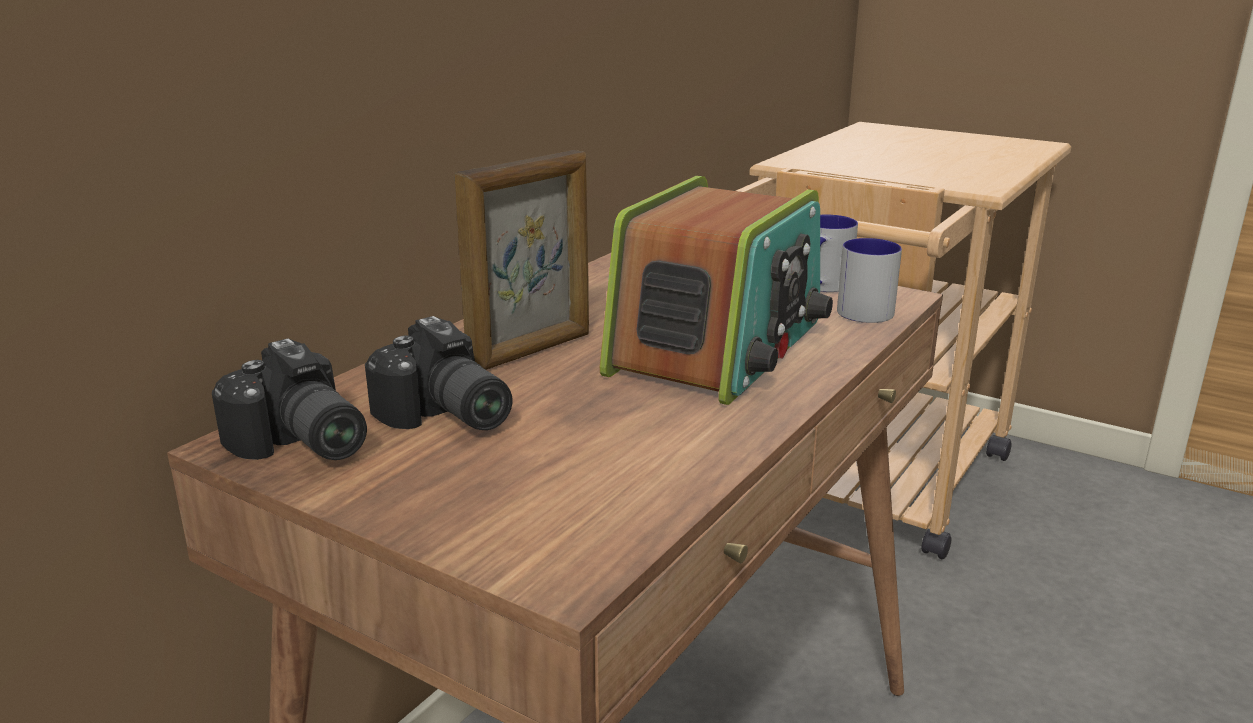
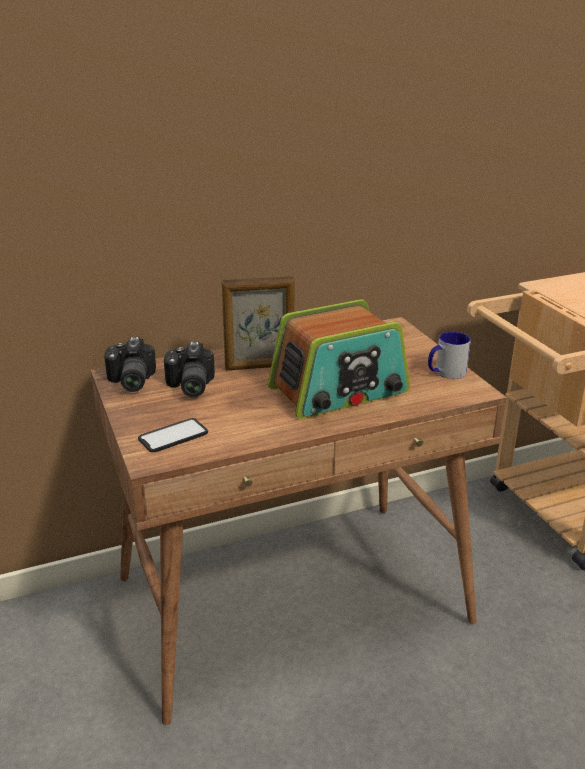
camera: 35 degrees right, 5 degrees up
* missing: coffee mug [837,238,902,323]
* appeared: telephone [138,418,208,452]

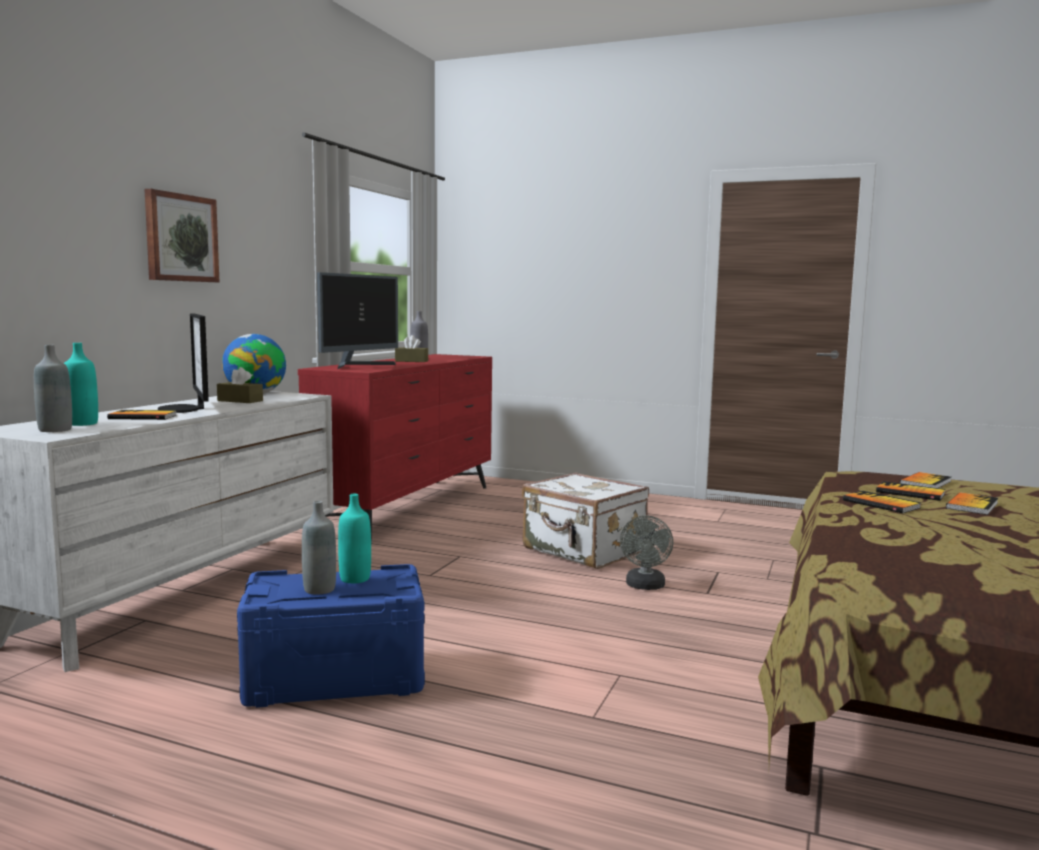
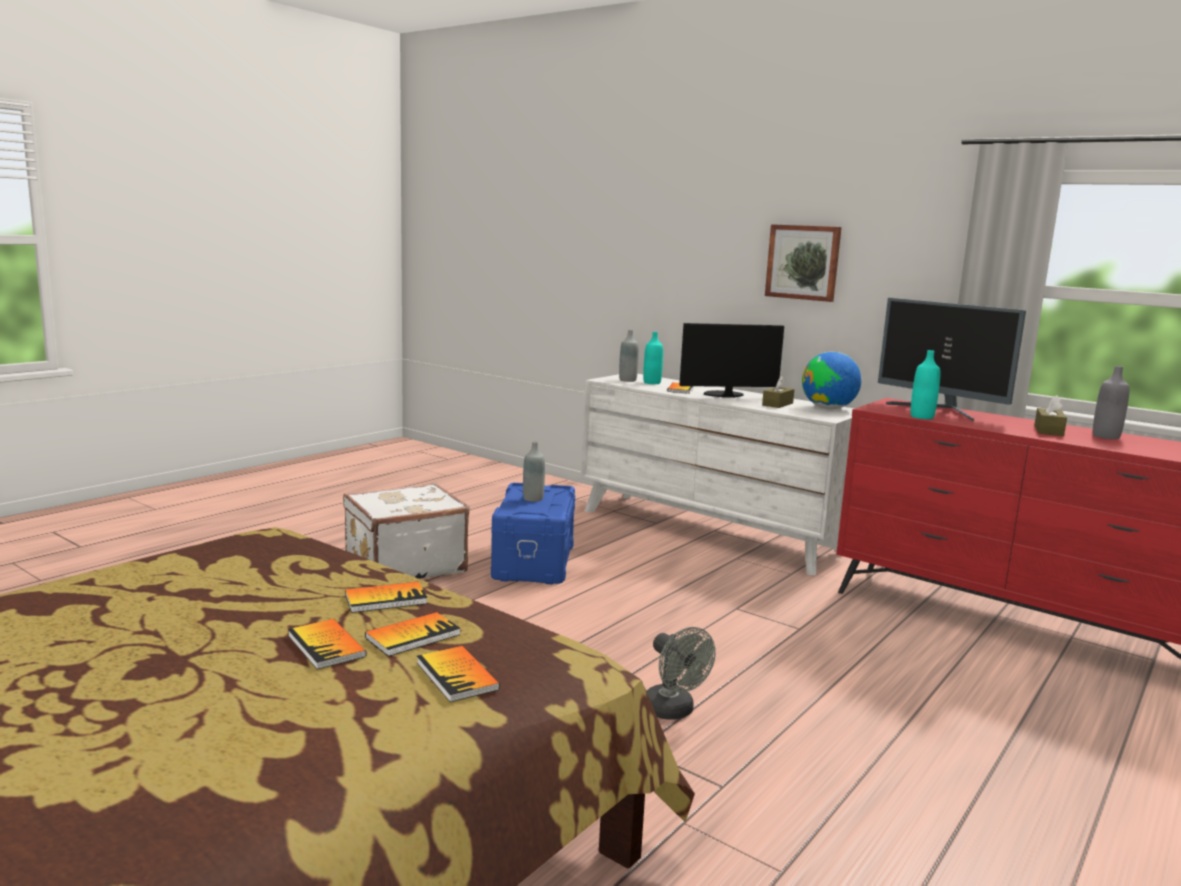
camera: 105 degrees right, 5 degrees up
* relocated: turquoise drink bottle [338,494,371,583] to [911,350,940,419]
* relocated: whitish travel case [522,472,649,569] to [343,483,470,579]
* spun: greyish cooling fan [620,516,673,590] = [646,627,716,720] 150 degrees counterclockwise

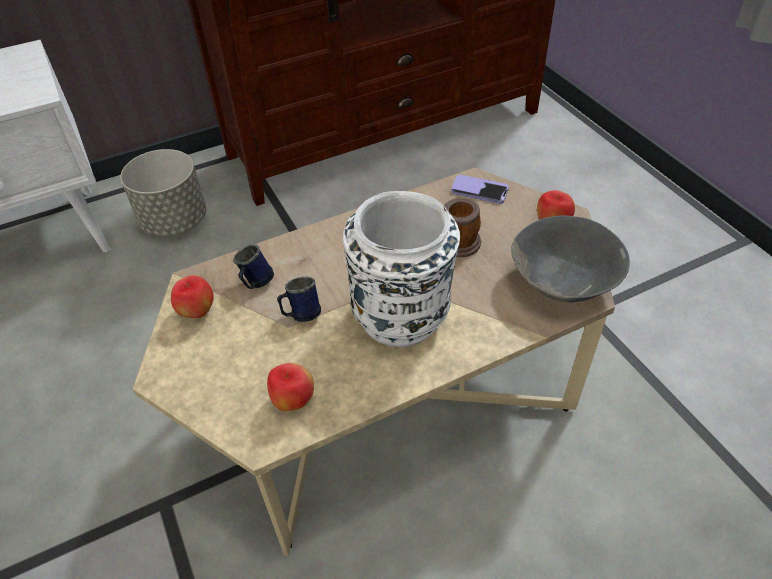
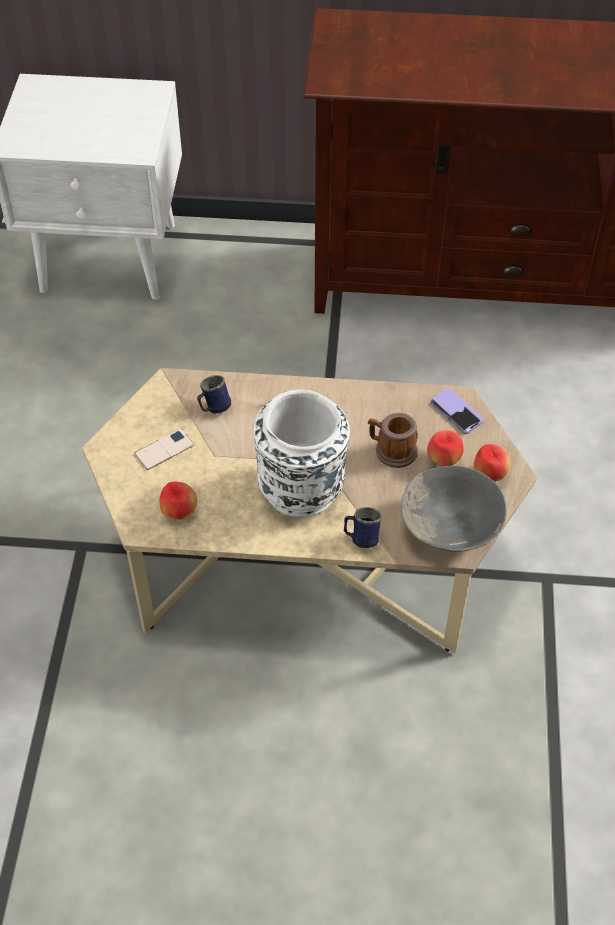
camera: 30 degrees right, 5 degrees up
* missing: greyish planter [120,149,206,237]
* appeared: telephone [134,429,194,470]
* relocated: apple fruit [171,275,214,318] to [427,430,464,466]
* relocated: blue-coloured coffee mug [277,276,321,322] to [344,507,382,548]

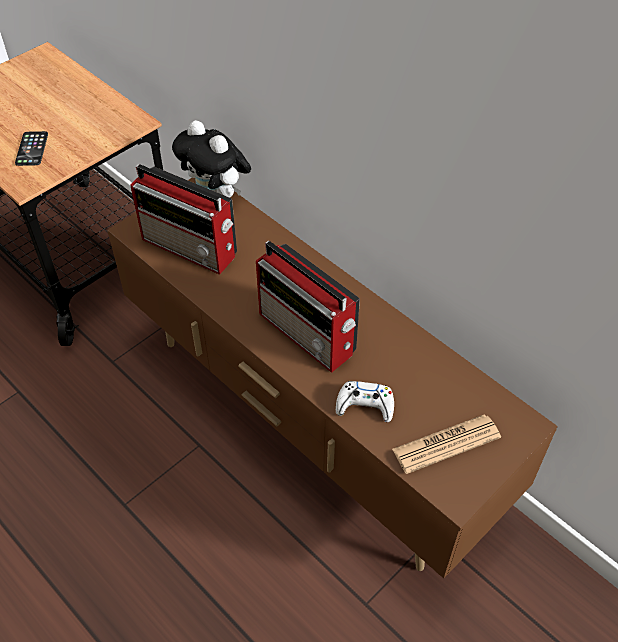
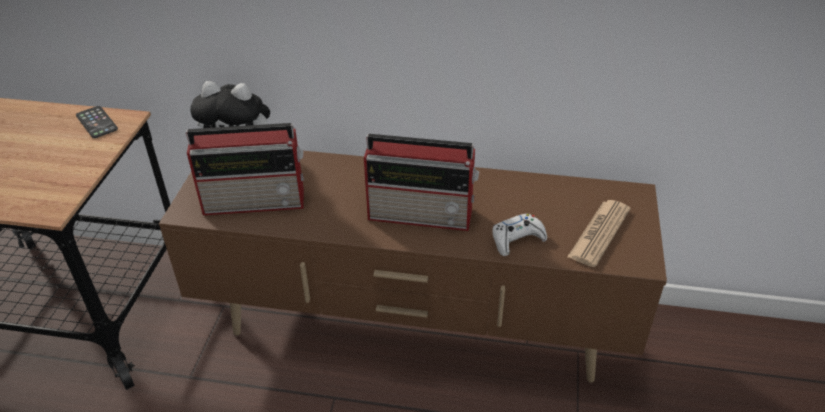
camera: 35 degrees left, 10 degrees down
* relocated: telephone [15,131,48,166] to [76,106,118,138]

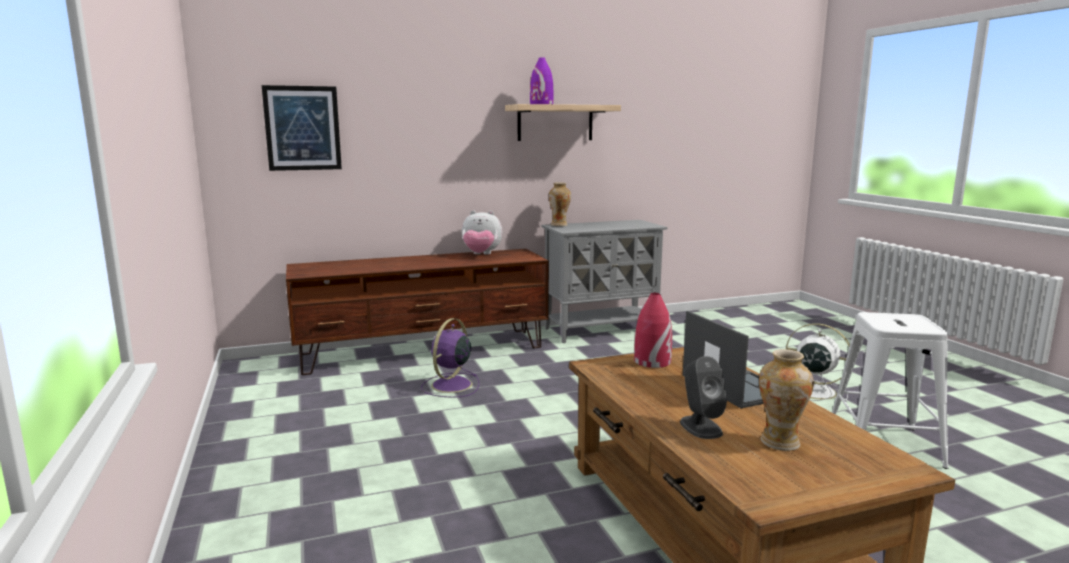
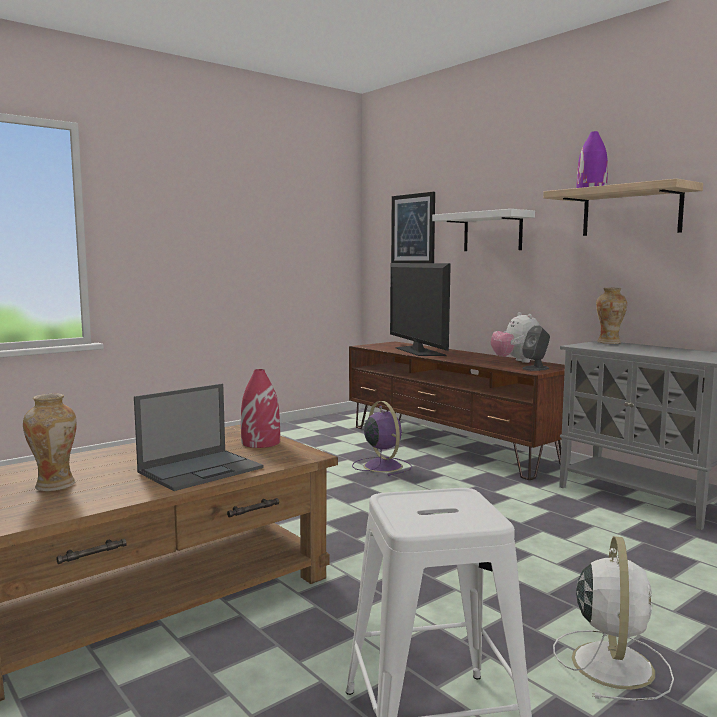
camera: 70 degrees right, 5 degrees down
* appeared: TV set [390,263,451,356]
* appeared: whitish bracket shelf [432,209,535,251]
* relocated: greyish speaker [680,356,727,439] to [522,325,550,371]
* spun: purple cooling fan [421,318,479,398] = [352,401,412,476] 60 degrees clockwise

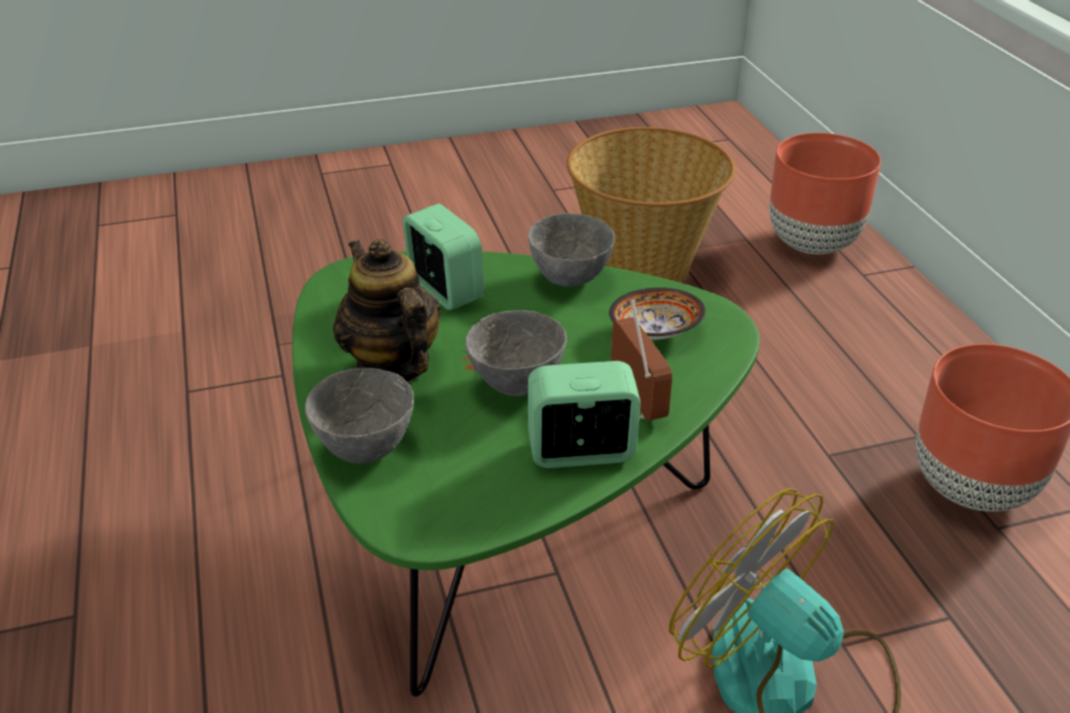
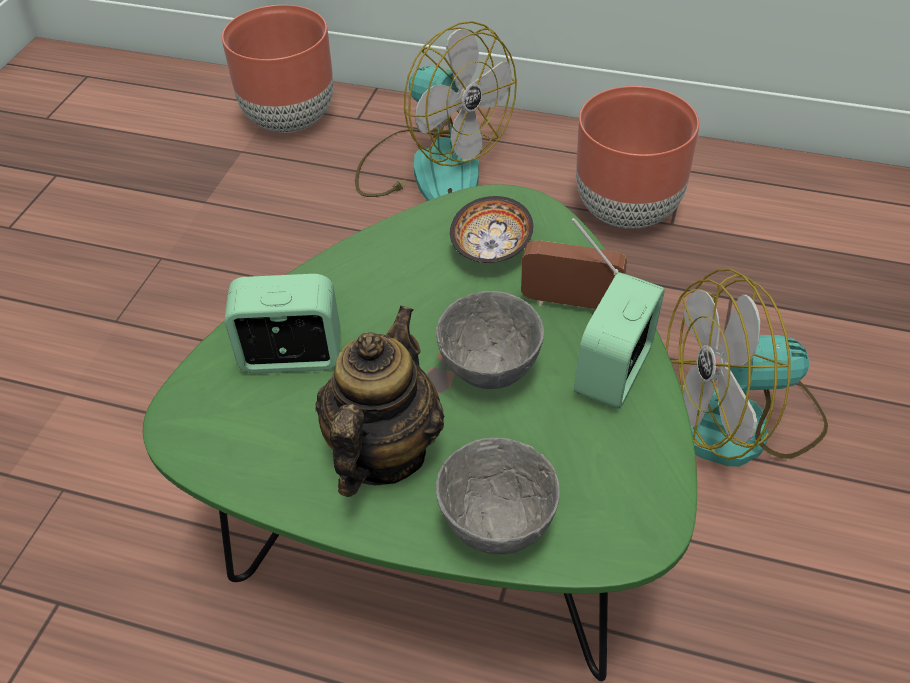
camera: 55 degrees left, 10 degrees up
* missing: greyish bowl [528,213,615,286]
* missing: storage basket [567,127,735,283]
* appeared: cooling fan [355,21,517,201]
* spun: tea pot [333,239,441,383] = [316,306,444,497] 105 degrees clockwise

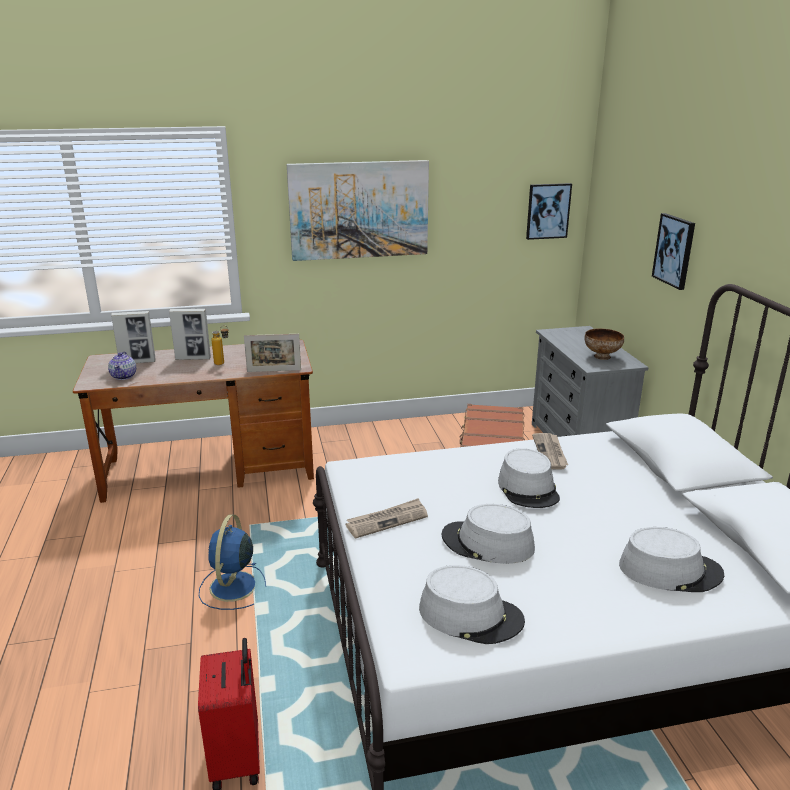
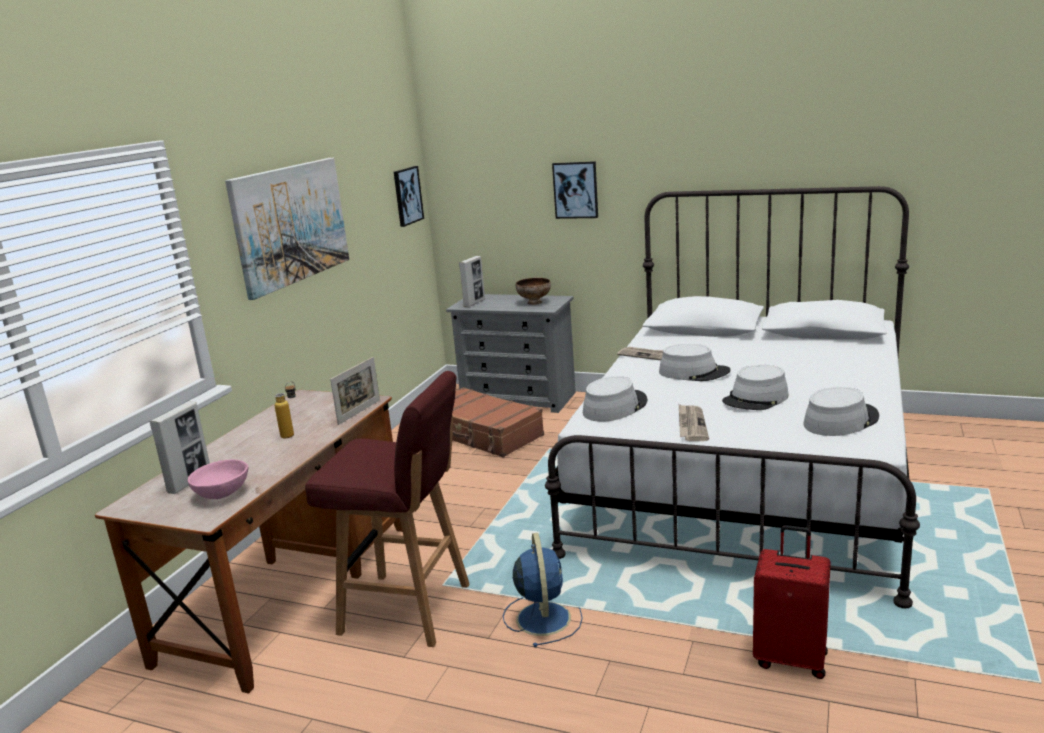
camera: 55 degrees left, 5 degrees down
* appeared: reddish sitting stool [305,371,469,647]
* relocated: standing frame [169,309,211,360] to [459,256,485,307]
* relocated: greyish wearable hat [619,527,724,592] to [583,376,647,422]
* exchanged: tea pot [108,352,136,380] to pink-coloured bowl [188,459,248,499]
* spun: blue-coloured cooling fan [199,514,266,610] = [503,533,583,647] 135 degrees counterclockwise

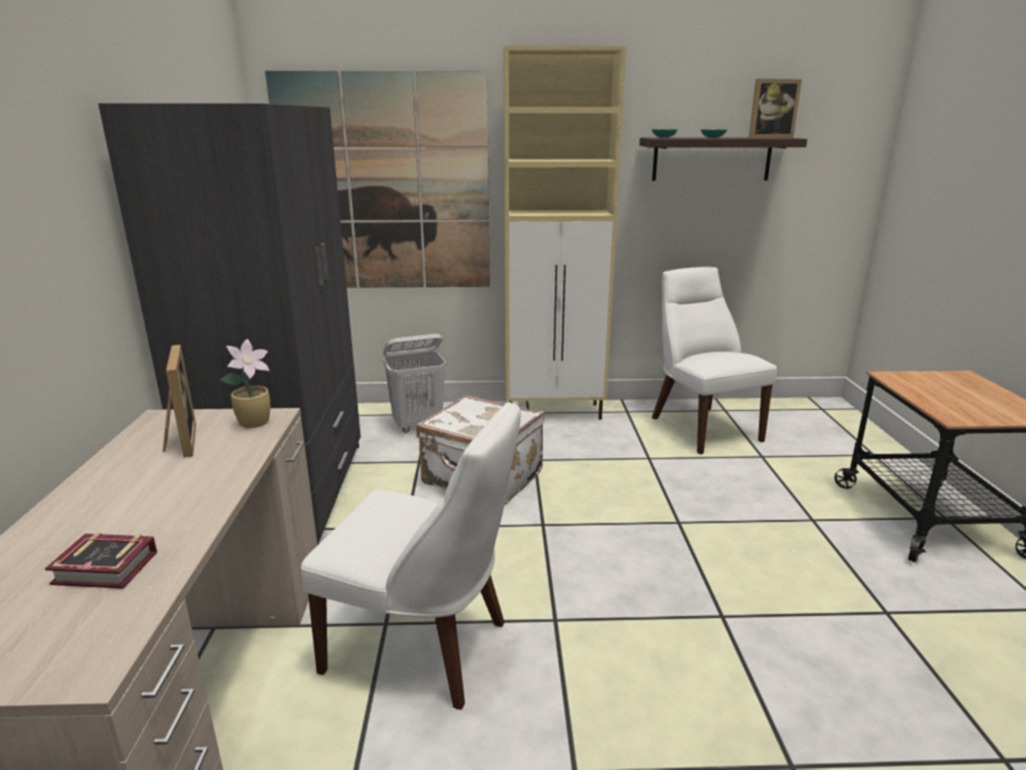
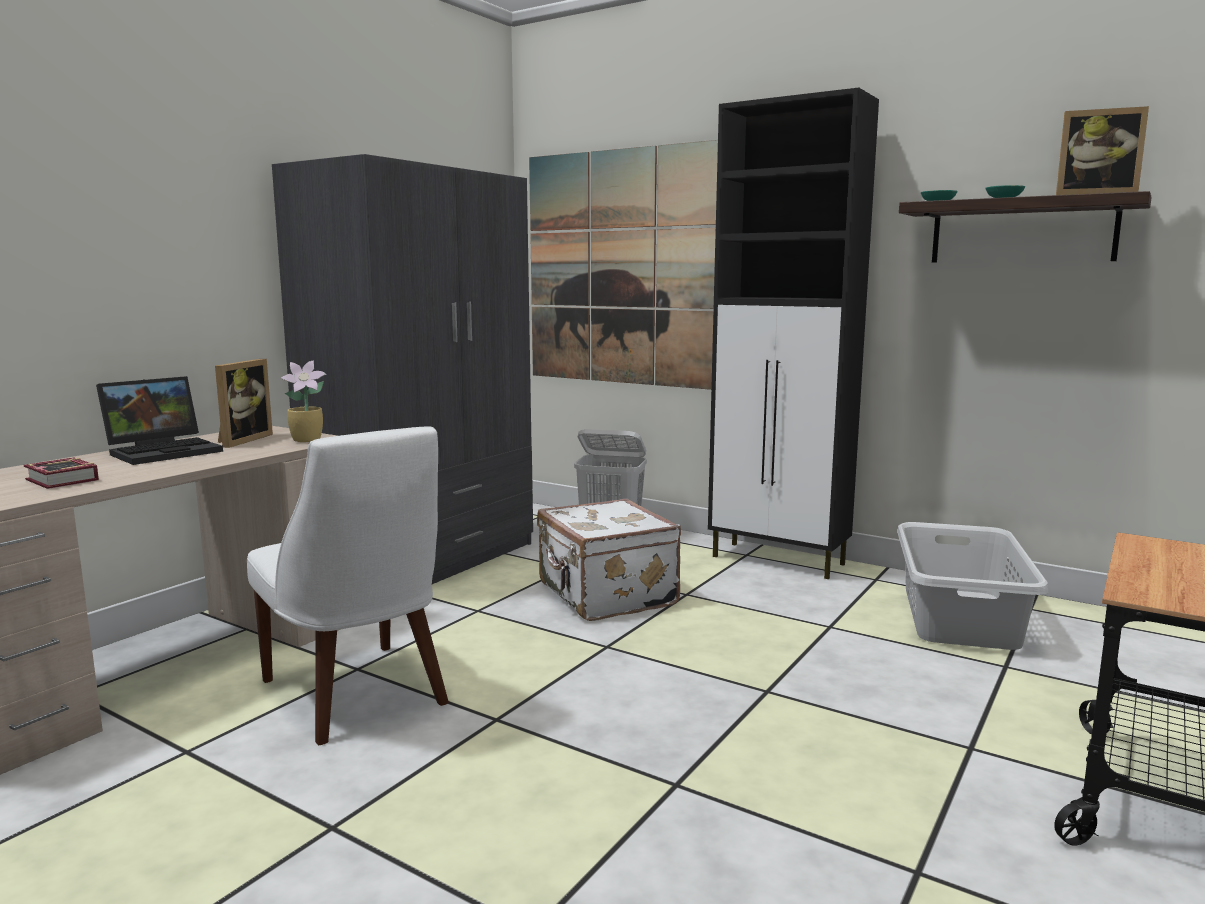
camera: 35 degrees right, 10 degrees down
* appeared: notebook computer [96,376,223,465]
* exchanged: whitish upright chair [652,267,777,454] to greyish hamper [897,522,1048,650]
* colour: sand-coloured storage cabinet [504,46,627,420] to blackish storage cabinet [708,88,879,579]

